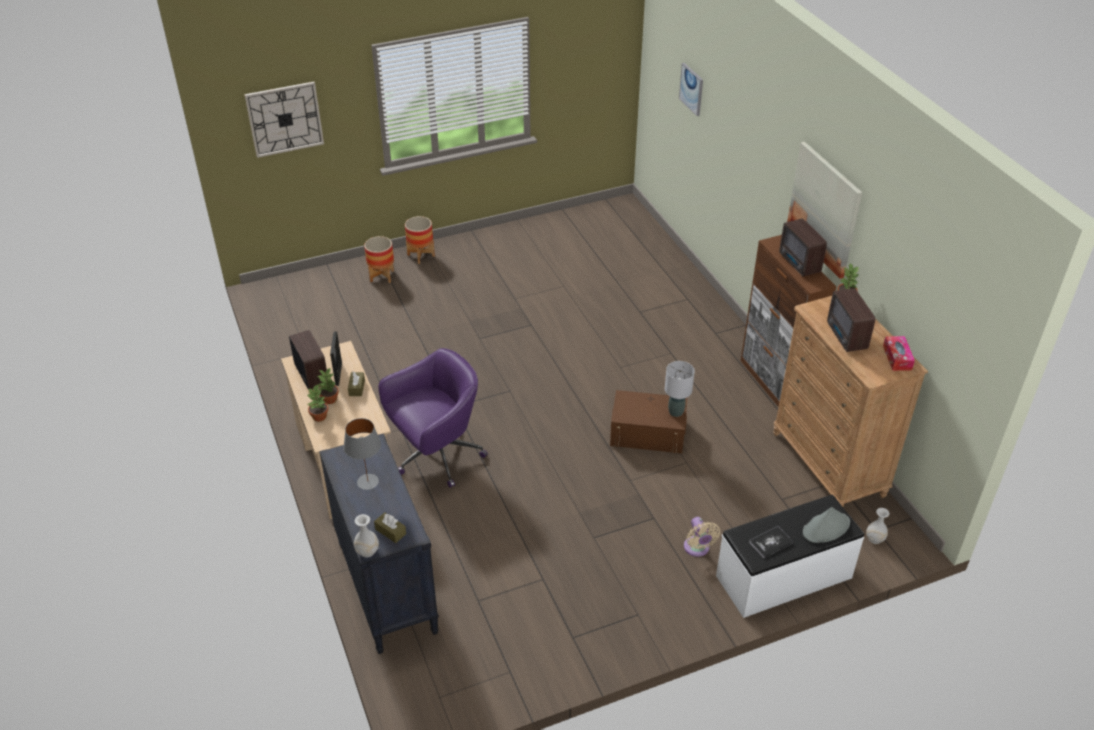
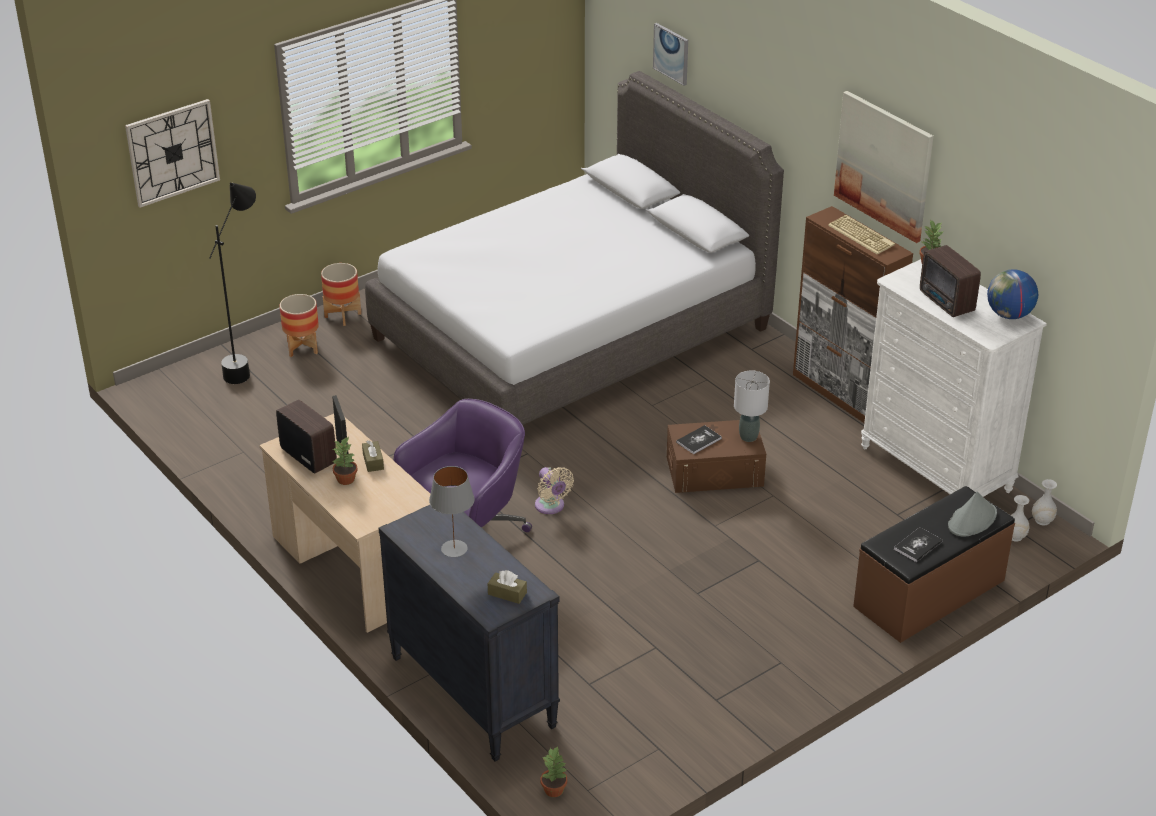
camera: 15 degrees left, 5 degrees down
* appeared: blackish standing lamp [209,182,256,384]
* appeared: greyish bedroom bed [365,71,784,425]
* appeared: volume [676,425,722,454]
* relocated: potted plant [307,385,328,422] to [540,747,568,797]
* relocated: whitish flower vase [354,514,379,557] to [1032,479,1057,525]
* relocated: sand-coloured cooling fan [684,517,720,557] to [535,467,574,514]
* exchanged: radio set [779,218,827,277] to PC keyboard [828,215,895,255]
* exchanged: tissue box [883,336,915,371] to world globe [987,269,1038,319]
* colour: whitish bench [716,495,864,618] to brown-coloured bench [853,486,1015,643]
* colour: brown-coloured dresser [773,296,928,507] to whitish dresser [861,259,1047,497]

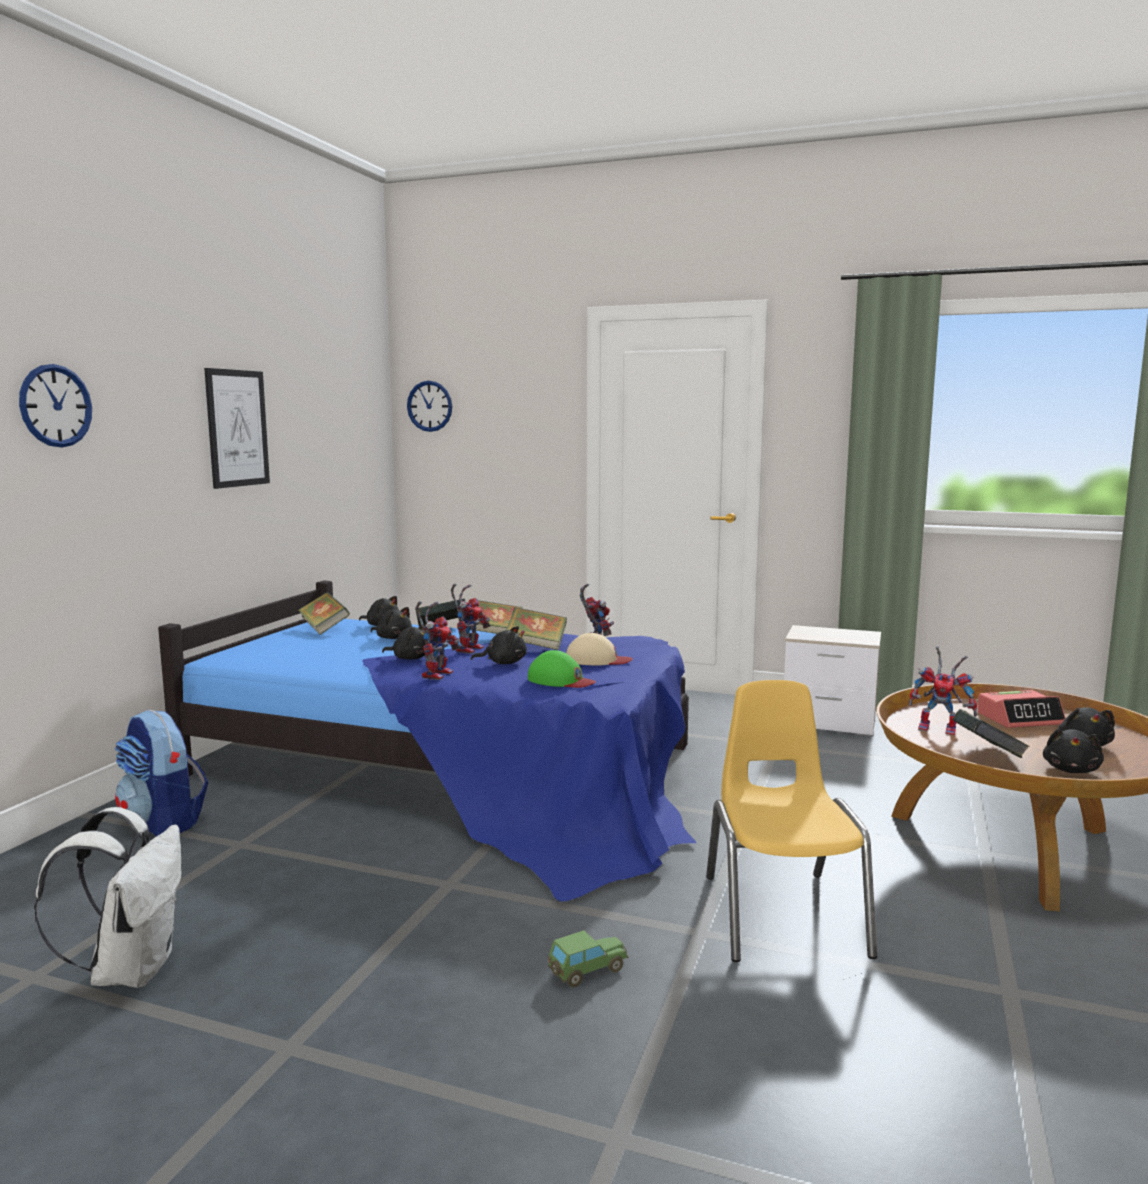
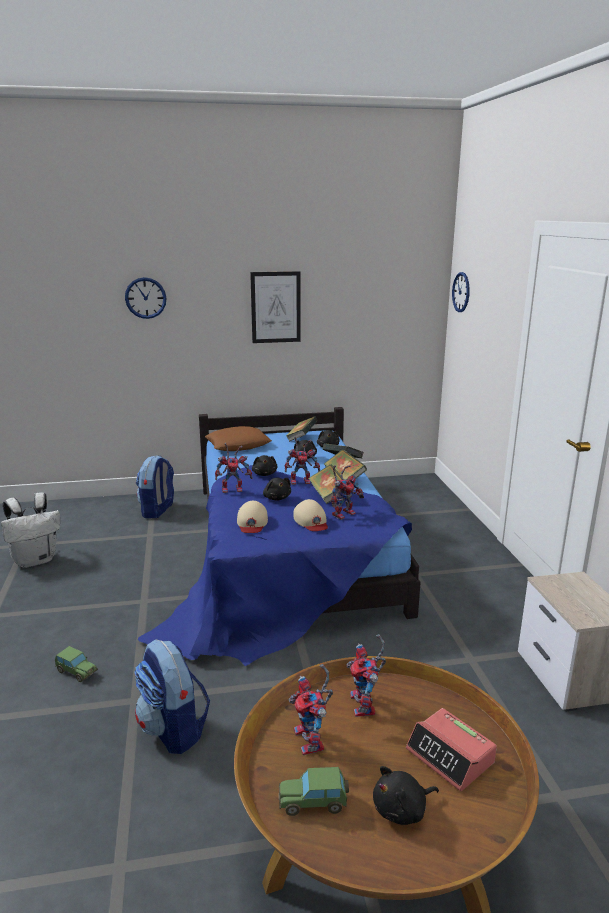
camera: 60 degrees right, 10 degrees up
* appeared: brown-coloured pillow [205,426,272,451]
* exchanged: yellowish upright chair [706,680,877,962] to knapsack [135,639,210,754]
* exchanged: volume [953,709,1030,758] to toy robot [289,664,333,755]
* exchanged: blackish soft toy [1043,728,1104,773] to model car [279,767,349,816]
* colour: greenish peaked cap [528,650,596,688] to sand-coloured peaked cap [237,501,268,533]

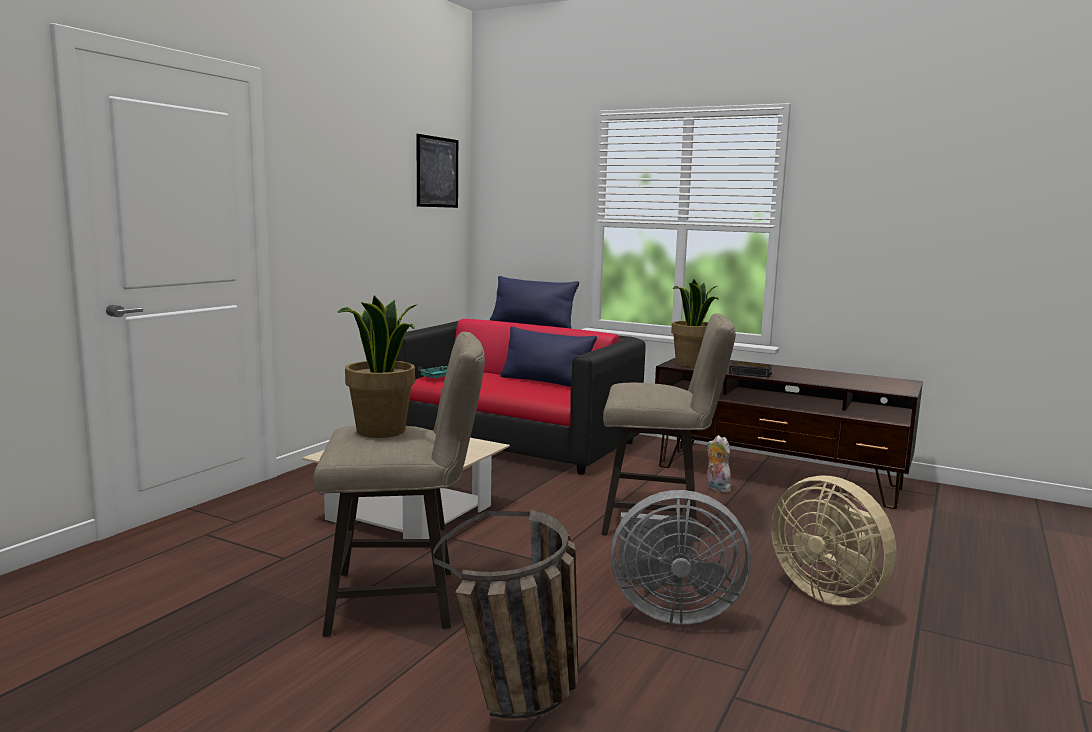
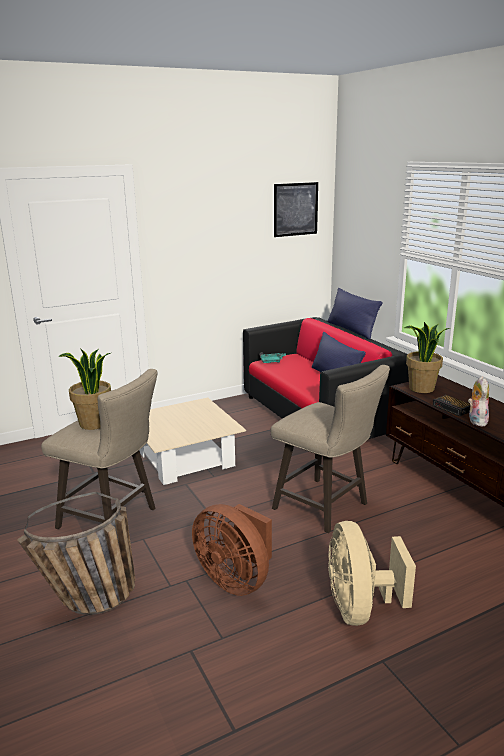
camera: 35 degrees right, 10 degrees up
* relocated: soft toy [707,435,733,493] to [468,376,489,426]
* colour: greyish cooling fan [611,490,751,624] to brown-coloured cooling fan [192,504,272,596]

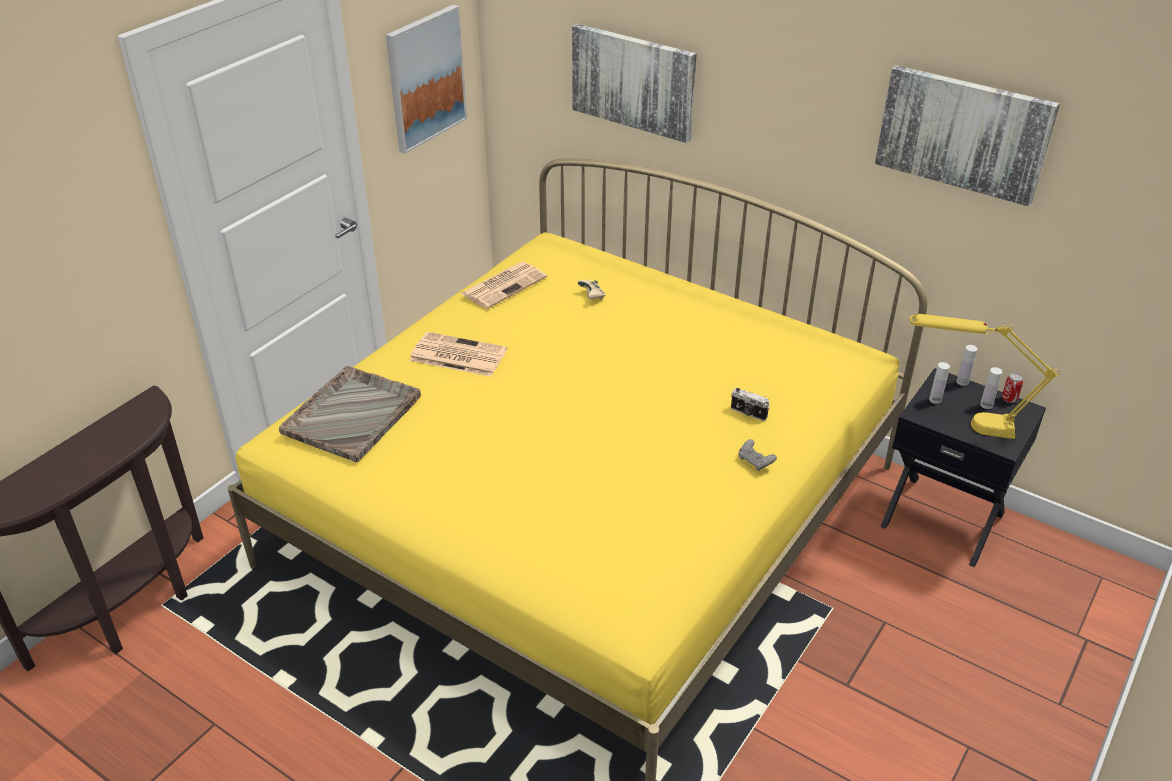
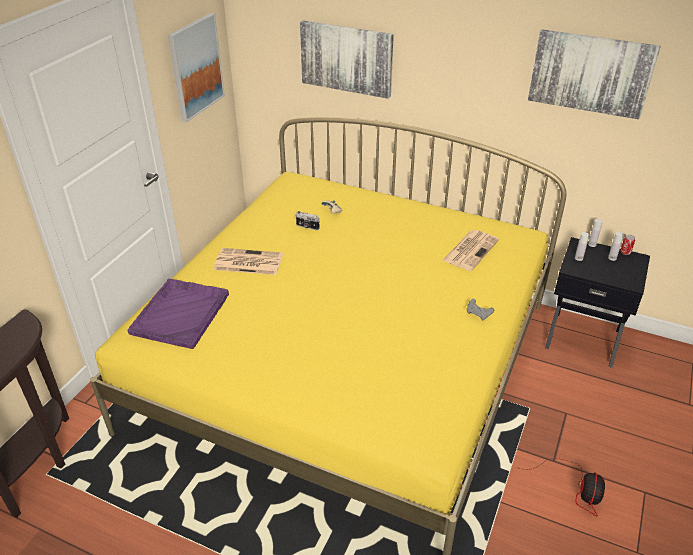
camera: 10 degrees left, 0 degrees up
* missing: yellowish table lamp [909,314,1060,439]
* appeared: cooling fan [516,458,605,516]
* relocated: daily paper [460,262,547,309] to [442,230,499,271]
* relocated: still camera [731,388,770,421] to [296,211,320,231]
* colour: greyish tray [279,366,421,462] to purple tray [128,278,229,349]

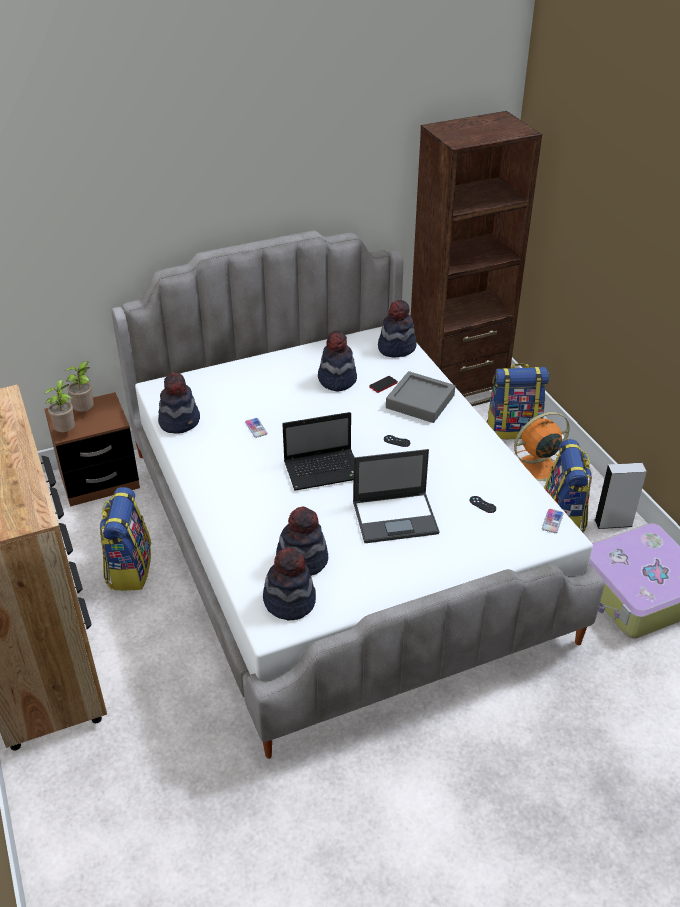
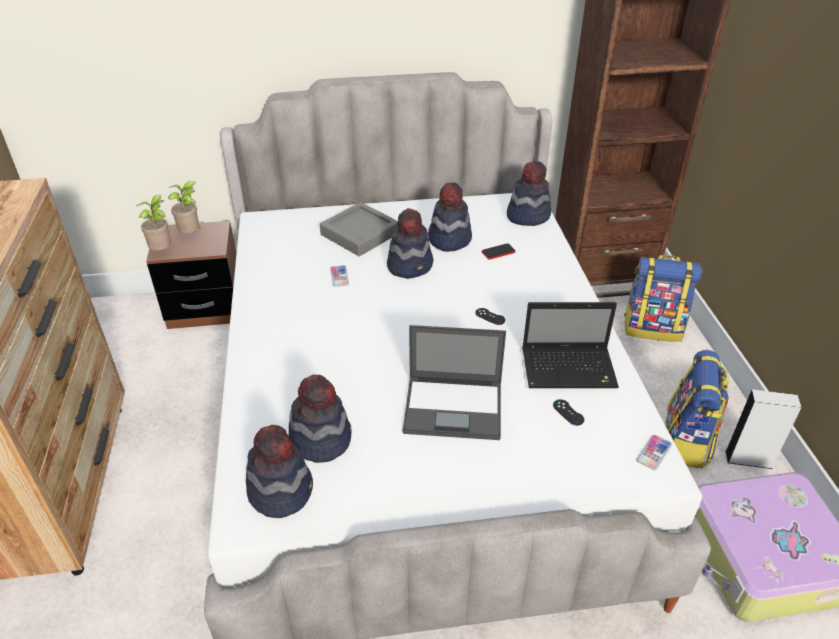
camera: 15 degrees right, 0 degrees up
* missing: knapsack [99,487,151,590]
* missing: orange cooling fan [514,412,570,488]
* relocated: wearable hat [158,372,200,434] to [387,208,433,278]
* relocated: notebook computer [282,412,354,491] to [522,302,619,388]
* relocated: greyish tray [386,371,455,423] to [320,202,398,256]

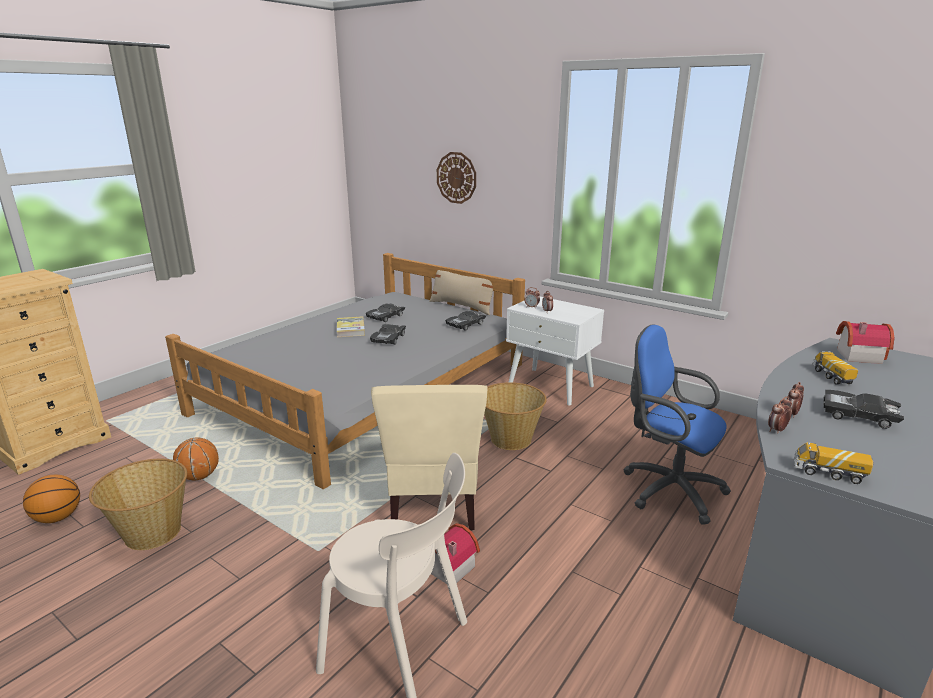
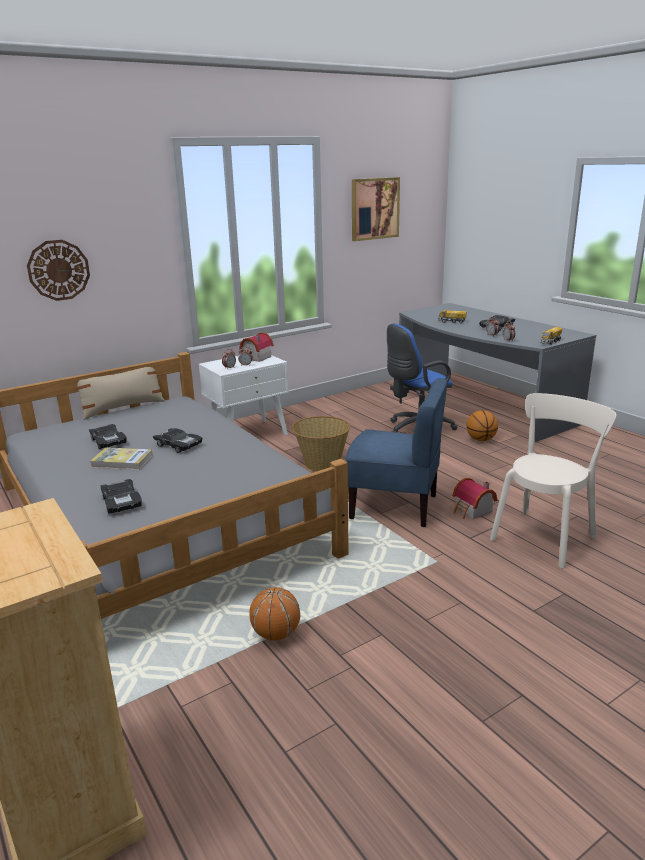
camera: 70 degrees left, 0 degrees up
* missing: storage basket [89,459,187,550]
* appeared: wall picture [352,177,400,241]
* relocated: basketball ball [23,475,80,523] to [466,410,498,441]
* relocated: blackish model car [445,311,486,331] to [100,479,142,514]
* relocated: miniature house [836,321,894,364] to [239,332,274,362]
* colour: sand-coloured upright chair [371,385,487,530] to blue-coloured upright chair [346,378,448,527]

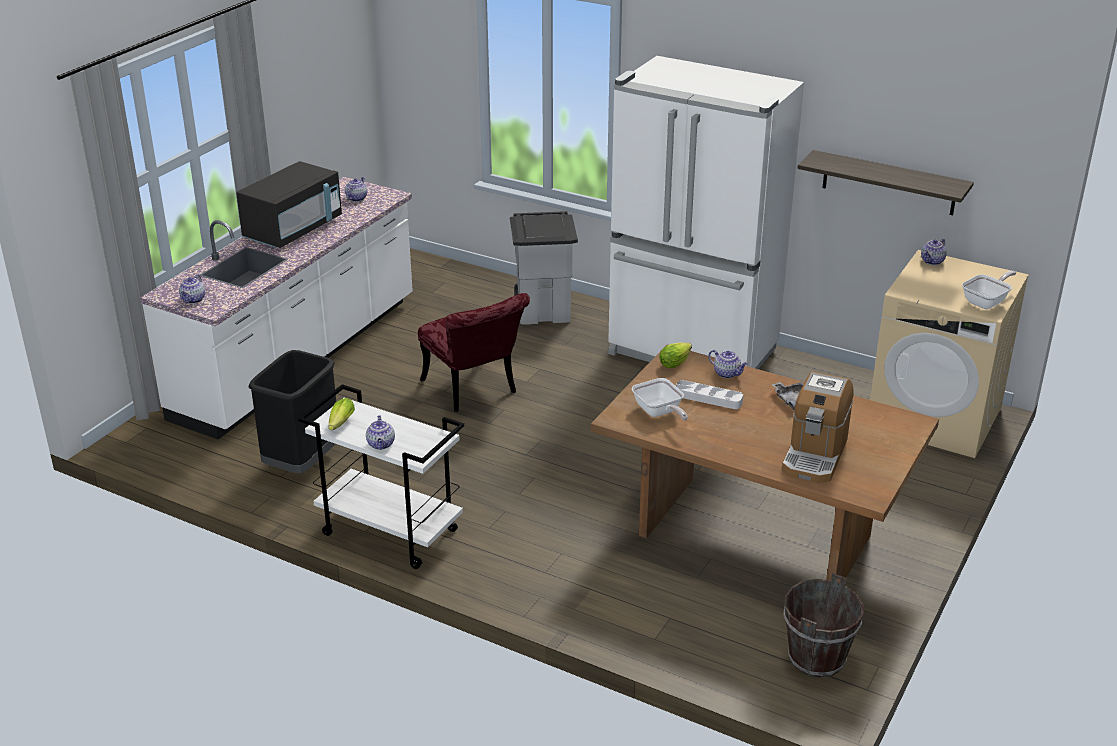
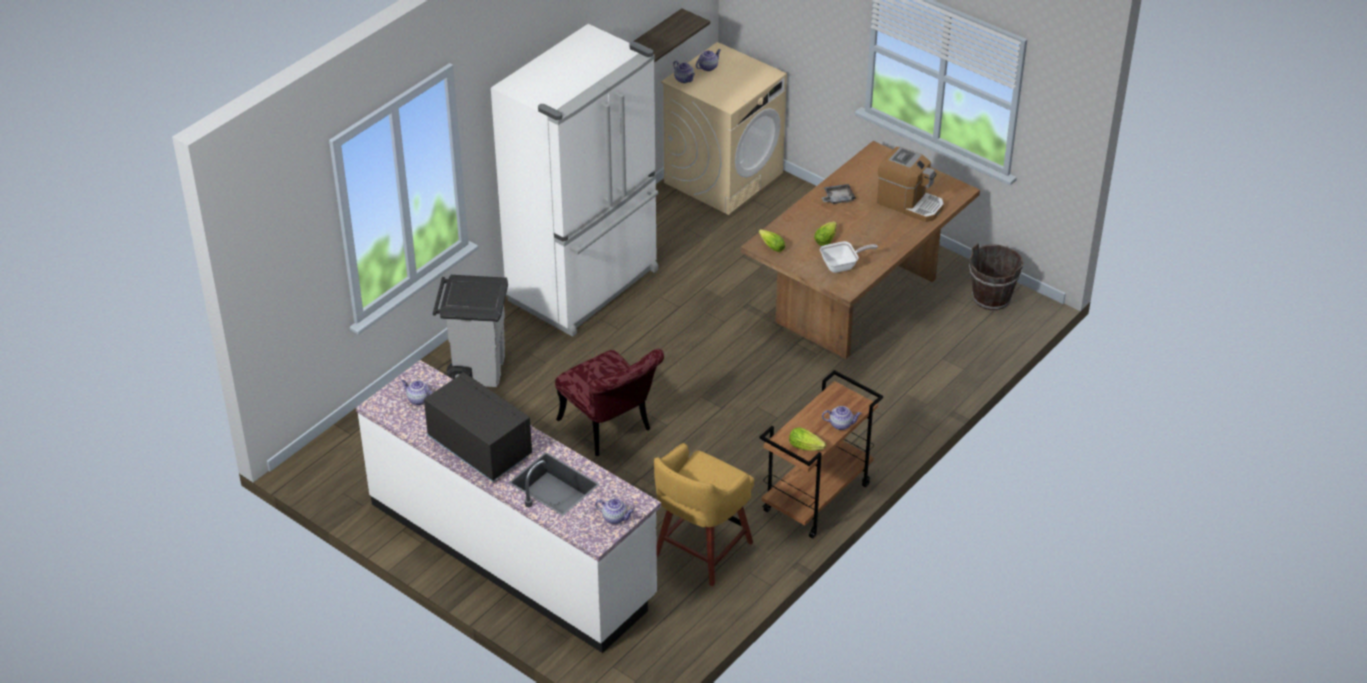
camera: 80 degrees left, 10 degrees up
* missing: pan [962,271,1016,309]
* relocated: tea pot [708,350,747,378] to [696,49,721,71]
* exchanged: blackish rubbish bin [249,350,336,473] to yellowish sitting stool [654,443,754,586]
* exchanged: whitish tray [675,380,743,409] to head of lettuce [814,221,837,246]
* colour: whitish cart [298,384,464,569] to brown-coloured cart [759,370,883,538]
* spun: reddish upright chair [418,293,530,412] = [555,349,664,456] 75 degrees clockwise

